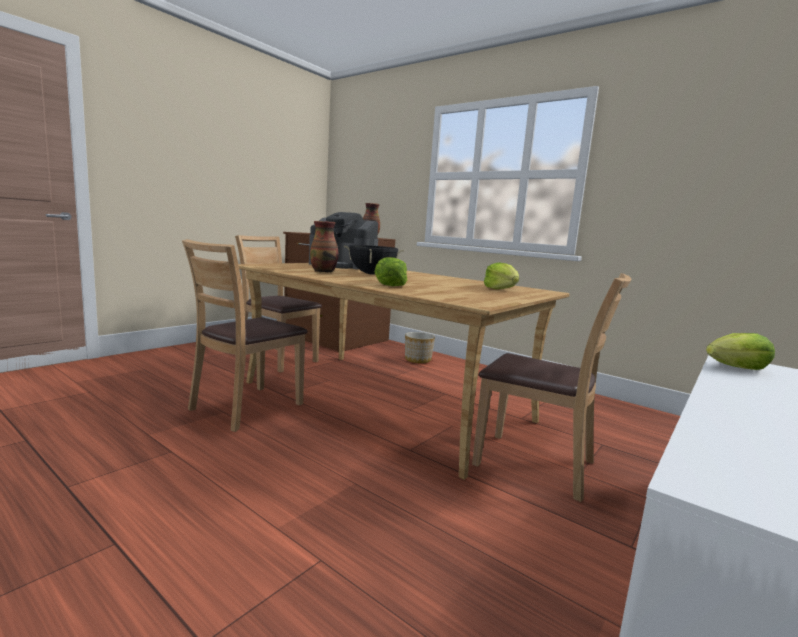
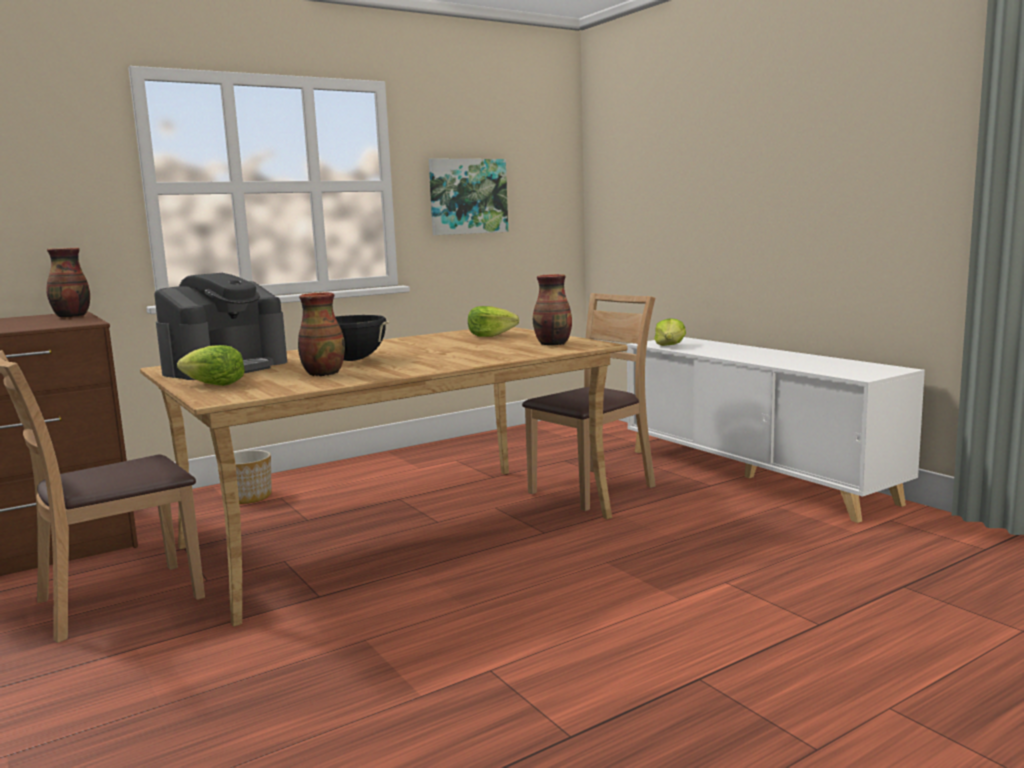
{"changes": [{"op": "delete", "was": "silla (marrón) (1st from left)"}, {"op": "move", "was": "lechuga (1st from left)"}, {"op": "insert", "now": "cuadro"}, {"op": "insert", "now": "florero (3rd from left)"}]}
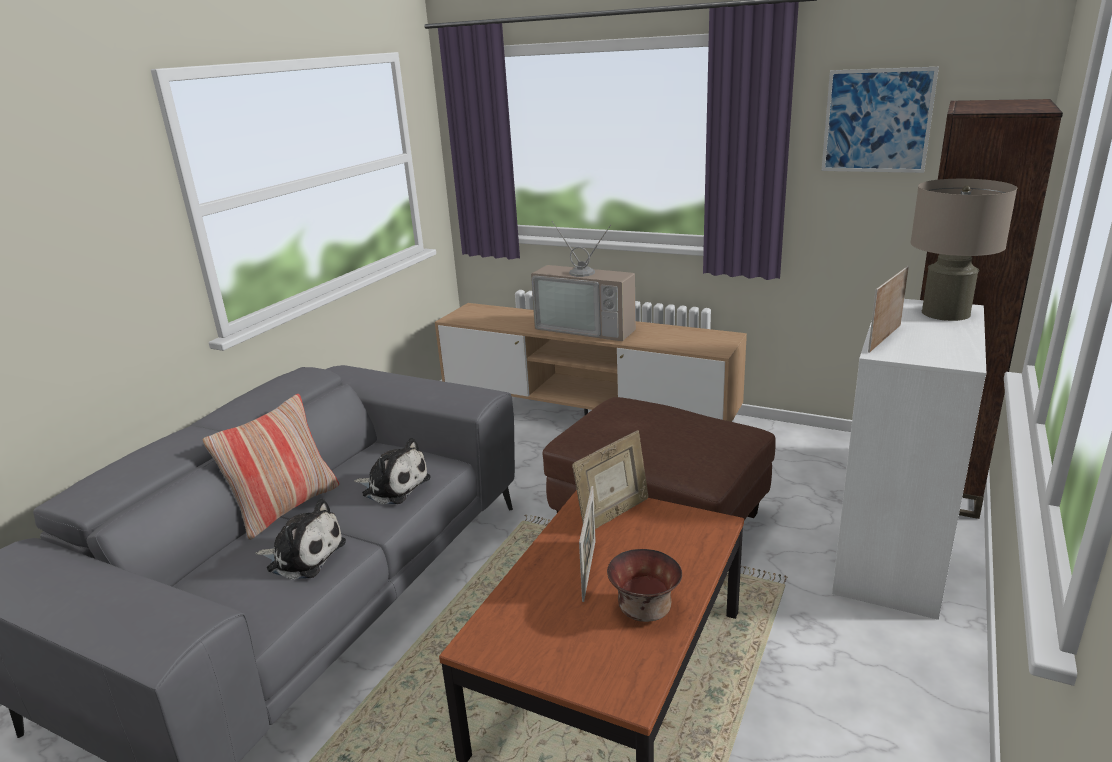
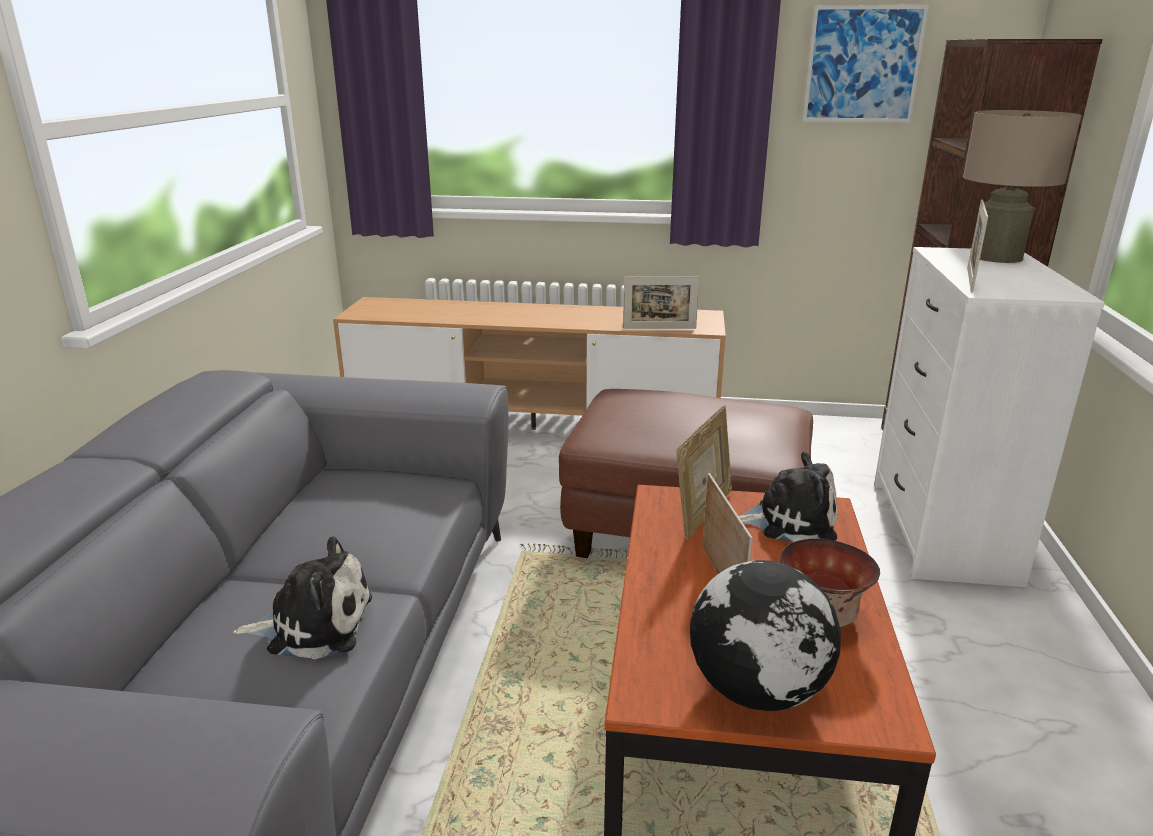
{"changes": [{"op": "delete", "was": "cojín"}, {"op": "move", "was": "peluche (2nd from left)"}, {"op": "delete", "was": "televisor"}, {"op": "insert", "now": "portarretratos (1st from left)"}, {"op": "insert", "now": "globo terráqueo"}]}
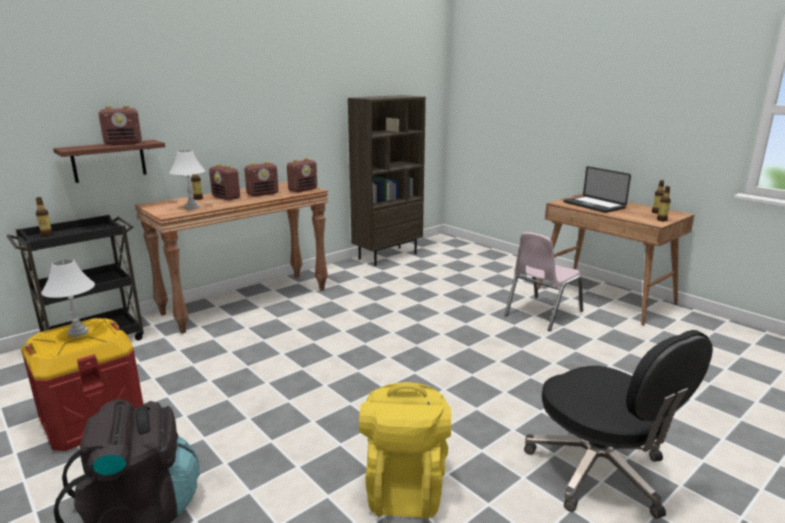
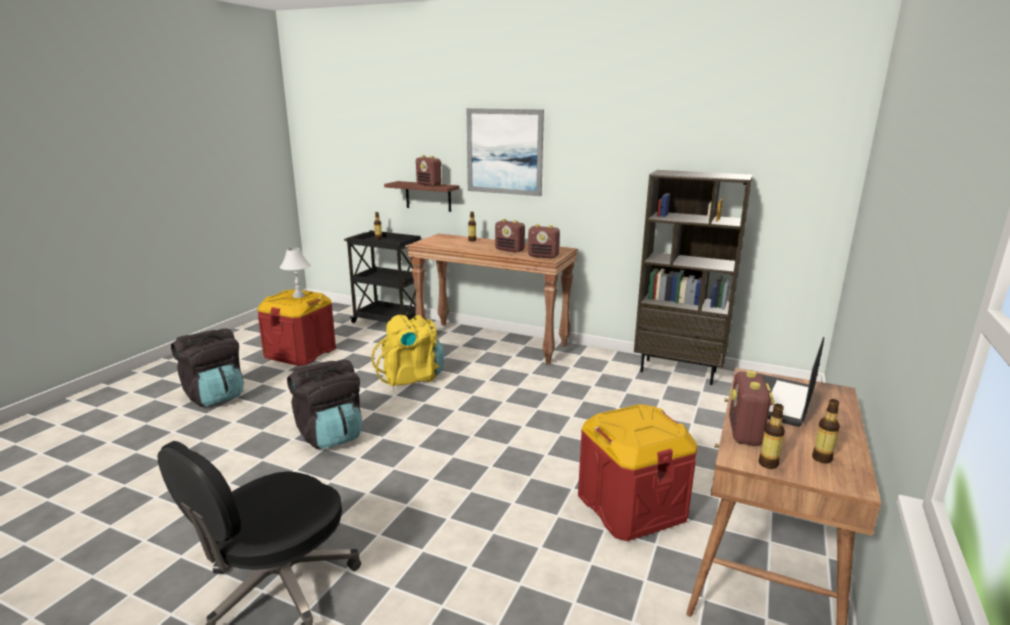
{"changes": [{"op": "delete", "was": "lámpara de mesa (blanco) (2nd from left)"}, {"op": "move", "was": "radio (2nd from left in the first image)", "now": "radio (4th from left)"}, {"op": "move", "was": "mochila (amarillo)"}, {"op": "replace", "was": "silla (rosa)", "now": "caja de almacenaje (rojo) (2nd from left)"}, {"op": "insert", "now": "mochila (negro) (2nd from left)"}, {"op": "insert", "now": "cuadro"}]}
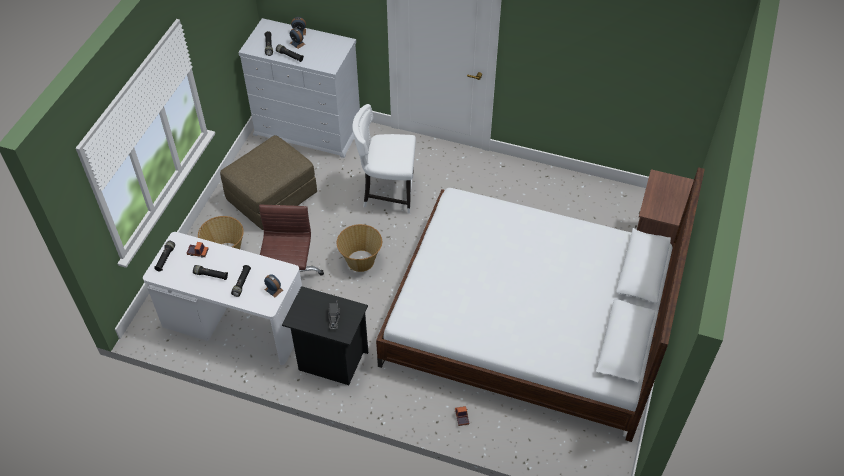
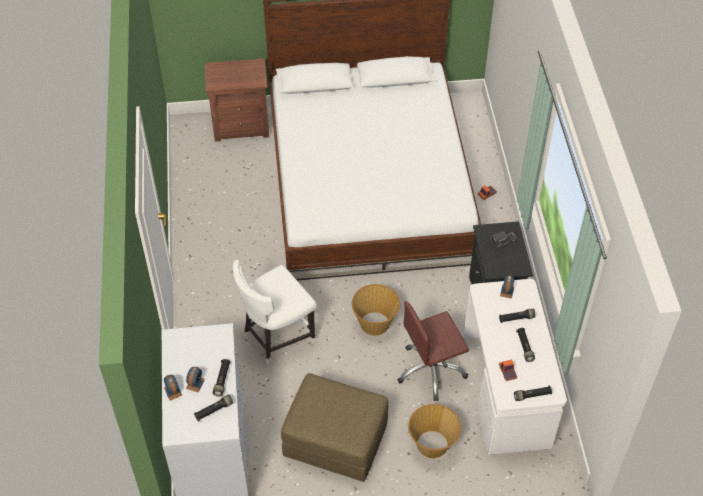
{"changes": [{"op": "rotate", "was": "silla (blanco)", "clockwise": 75}]}
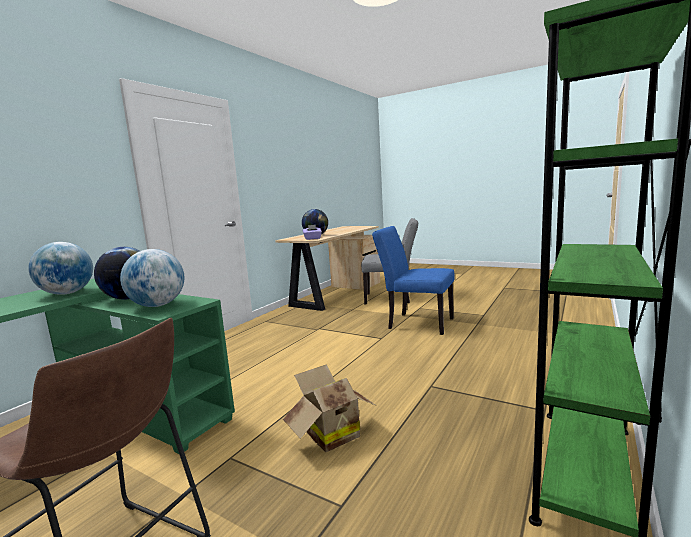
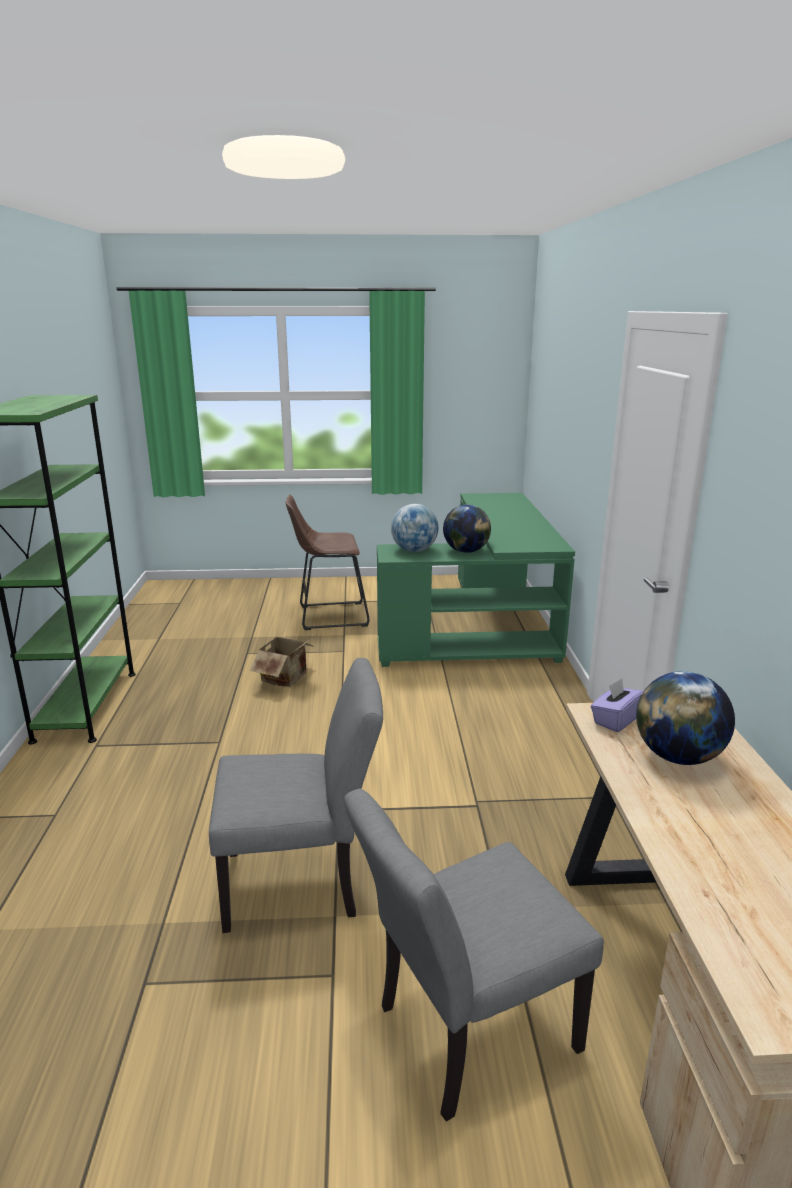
{"changes": [{"op": "delete", "was": "globo terráqueo (1st from left)"}, {"op": "recolor", "was": "silla (azul)", "now": "silla (gris) (1st from left)"}]}
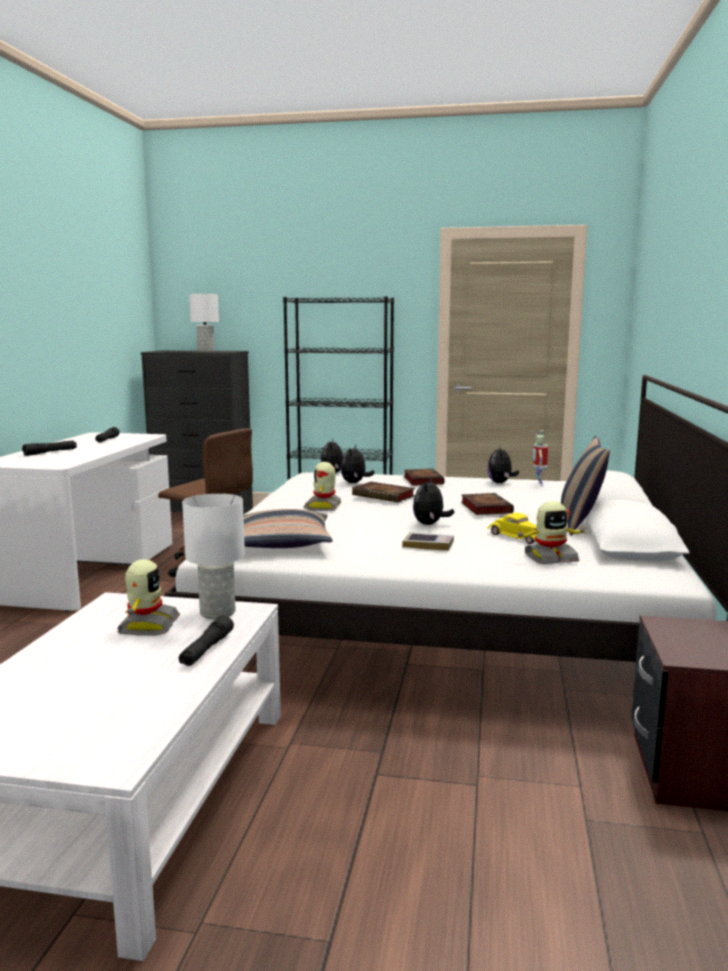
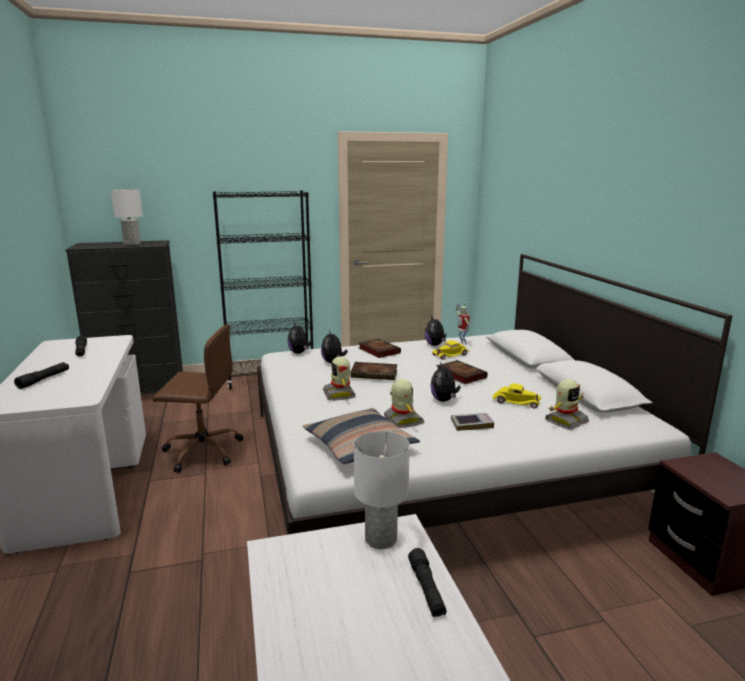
{"changes": [{"op": "move", "was": "robot de juguete (1st from left in the first image)", "now": "robot de juguete (2nd from left)"}, {"op": "delete", "was": "cojín (2nd from left)"}, {"op": "insert", "now": "coche de juguete (amarillo) (1st from left)"}]}
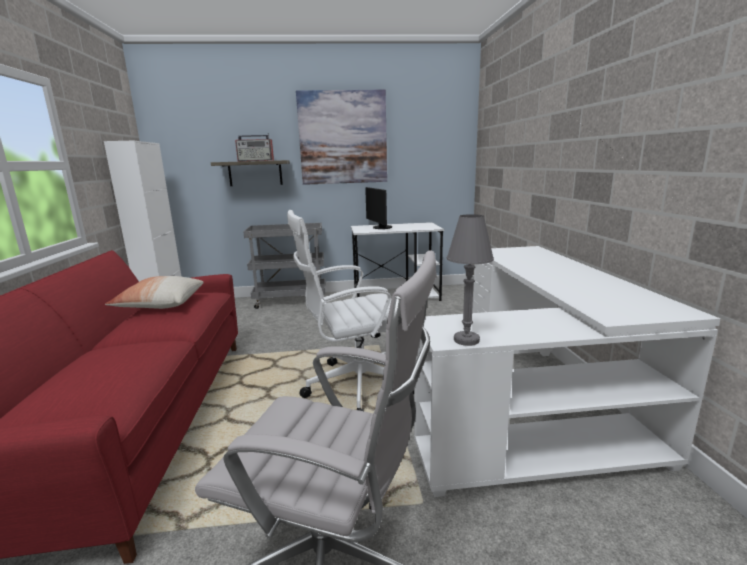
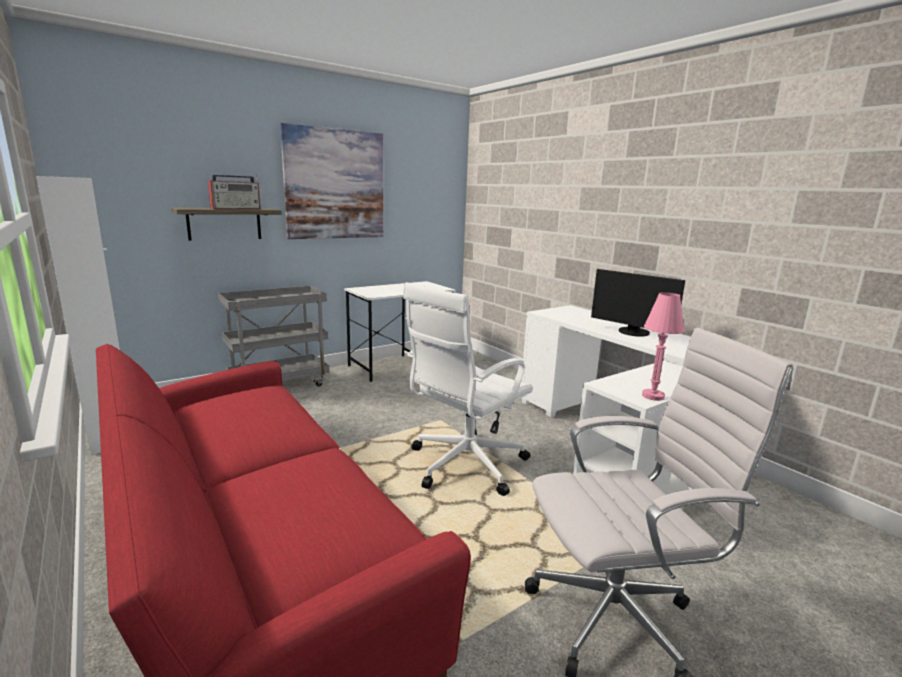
{"changes": [{"op": "delete", "was": "cojín"}, {"op": "move", "was": "monitor"}, {"op": "recolor", "was": "lámpara de mesa (gris)", "now": "lámpara de mesa (rosa)"}]}
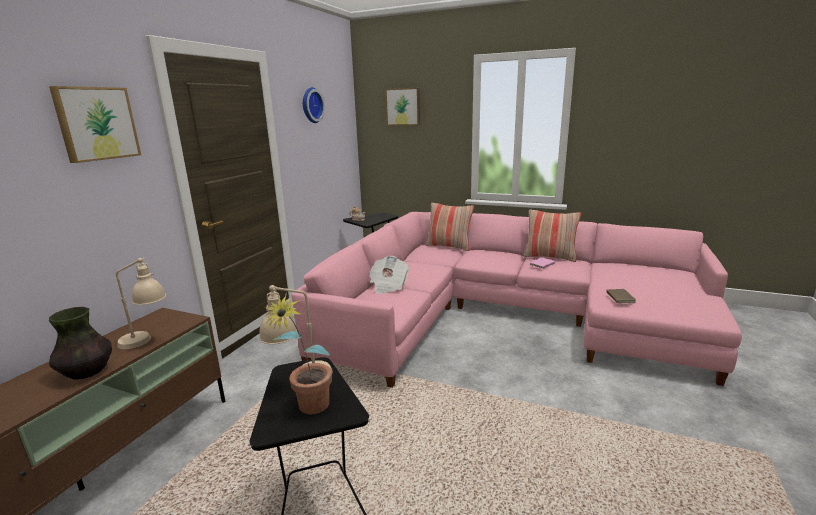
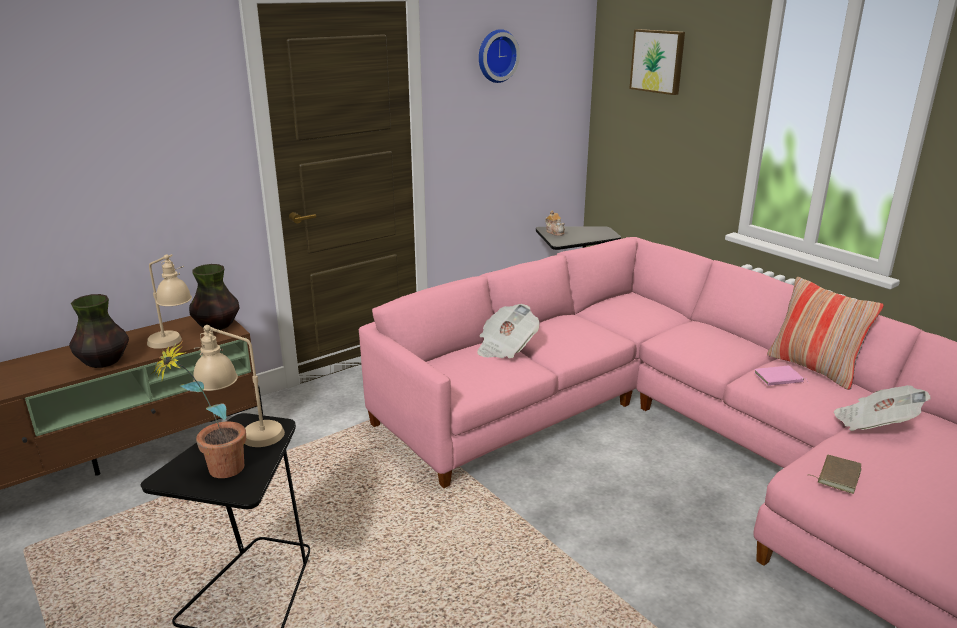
{"changes": [{"op": "delete", "was": "cuadro (1st from left)"}, {"op": "delete", "was": "cojín (1st from left)"}, {"op": "insert", "now": "florero (2nd from left)"}, {"op": "insert", "now": "periódico (2nd from left)"}]}
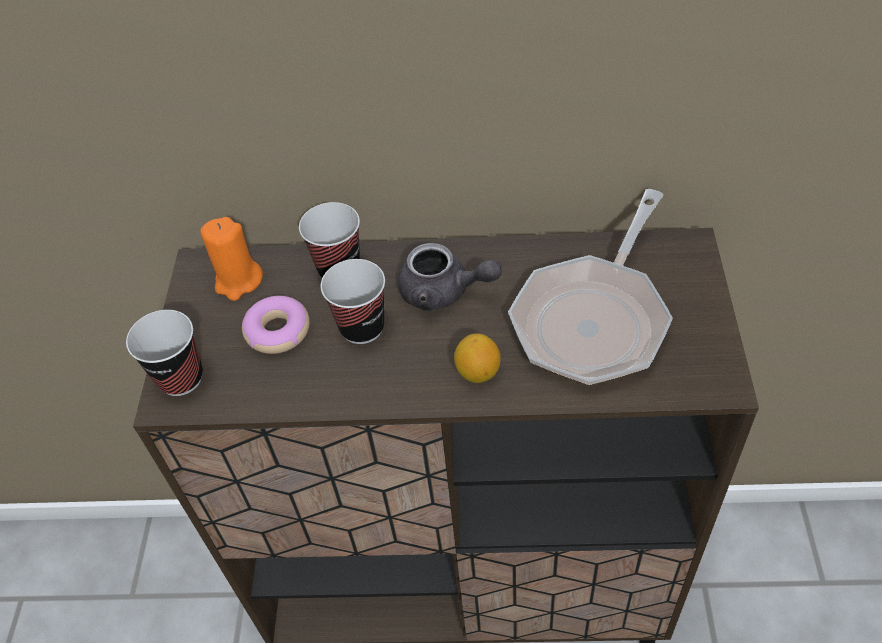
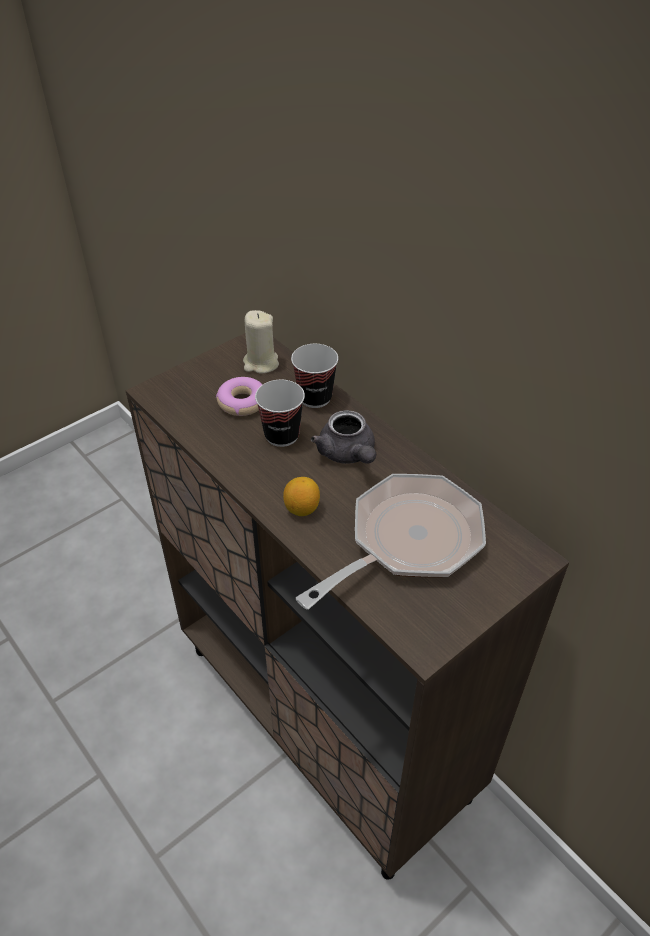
{"changes": [{"op": "delete", "was": "taza (1st from left)"}, {"op": "recolor", "was": "vela (naranja)", "now": "vela (beis)"}, {"op": "rotate", "was": "sartén", "clockwise": 150}]}
